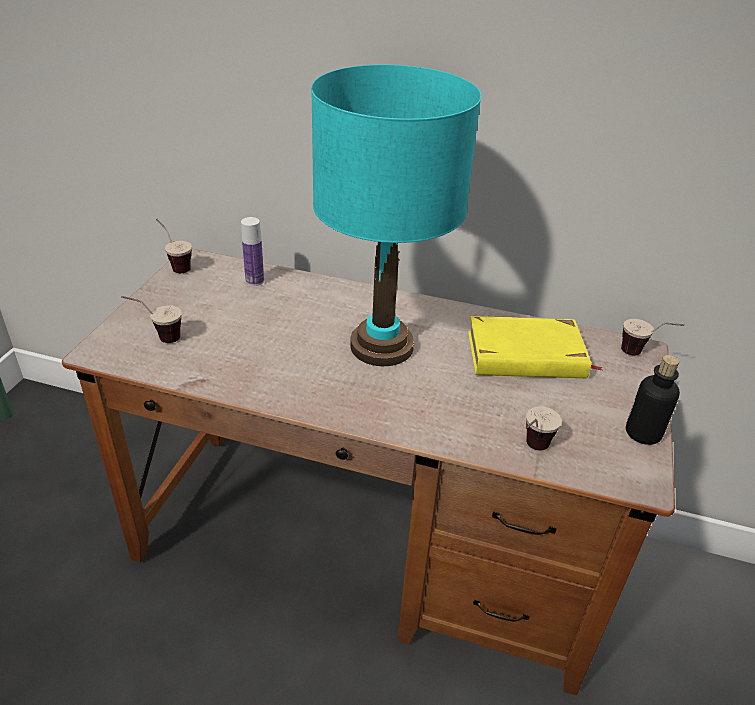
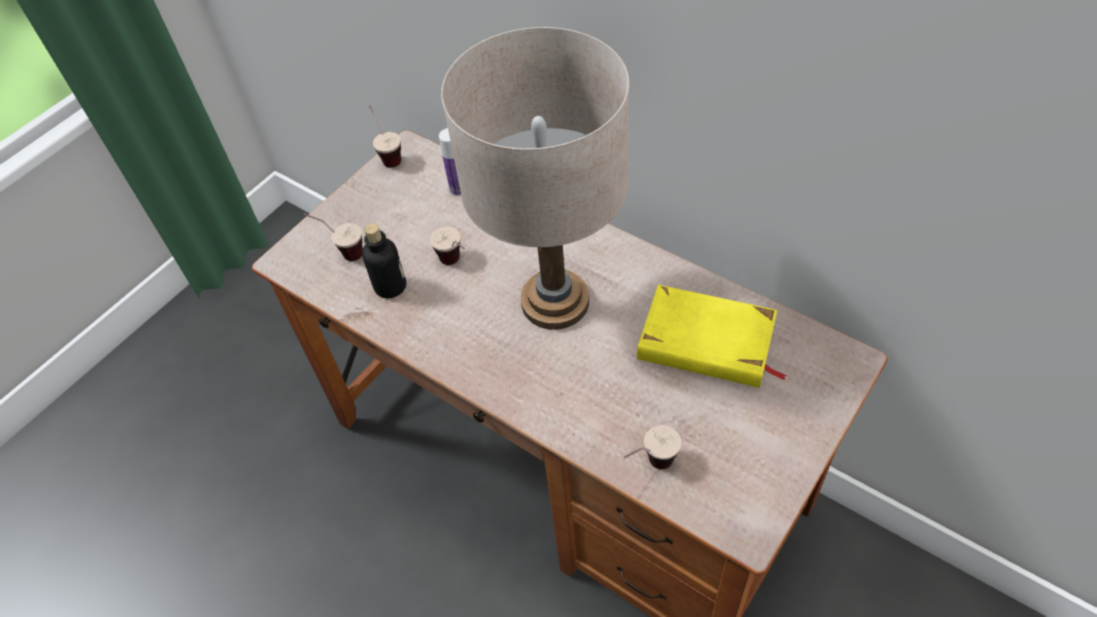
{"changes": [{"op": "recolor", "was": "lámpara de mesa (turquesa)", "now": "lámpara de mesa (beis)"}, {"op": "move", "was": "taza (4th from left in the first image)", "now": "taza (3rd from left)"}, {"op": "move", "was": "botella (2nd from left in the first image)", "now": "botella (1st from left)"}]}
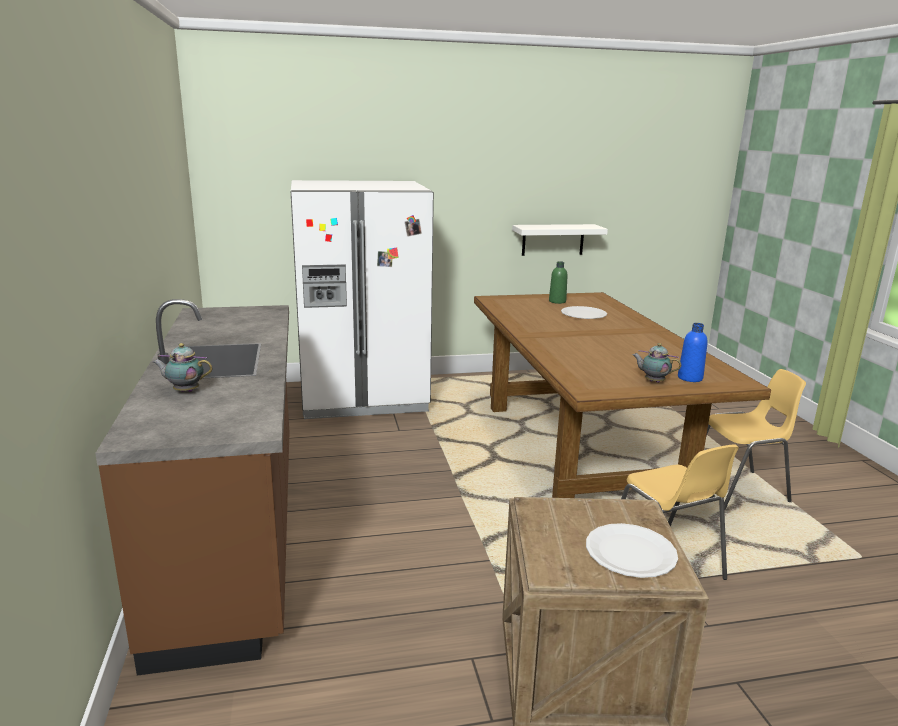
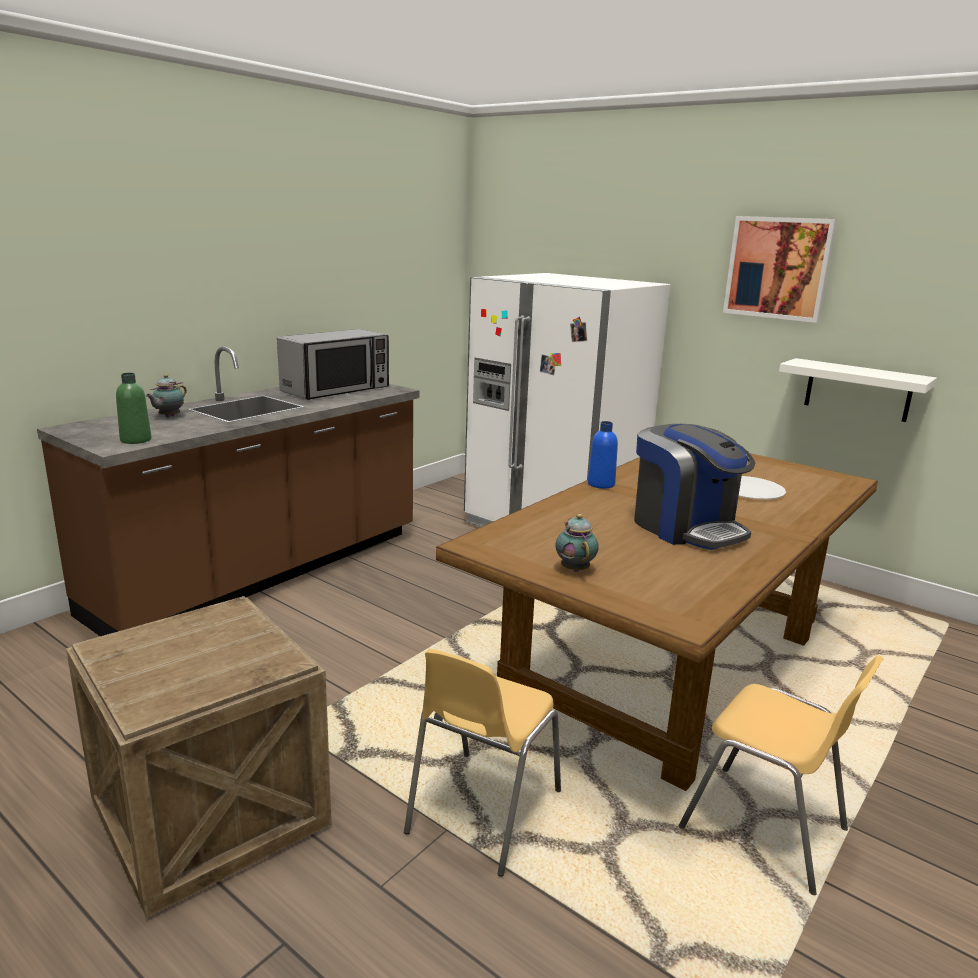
{"changes": [{"op": "rotate", "was": "tetera (1st from left)", "clockwise": -120}, {"op": "move", "was": "botella (verde)"}, {"op": "delete", "was": "plato (blanco) (2nd from left)"}, {"op": "move", "was": "botella (azul)"}, {"op": "insert", "now": "microondas"}, {"op": "insert", "now": "cafetera"}, {"op": "insert", "now": "cuadro"}]}
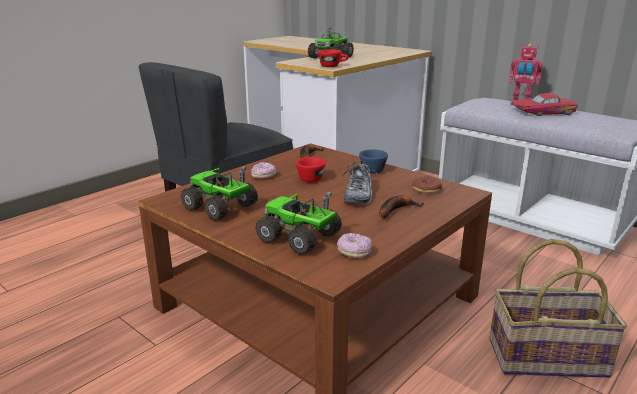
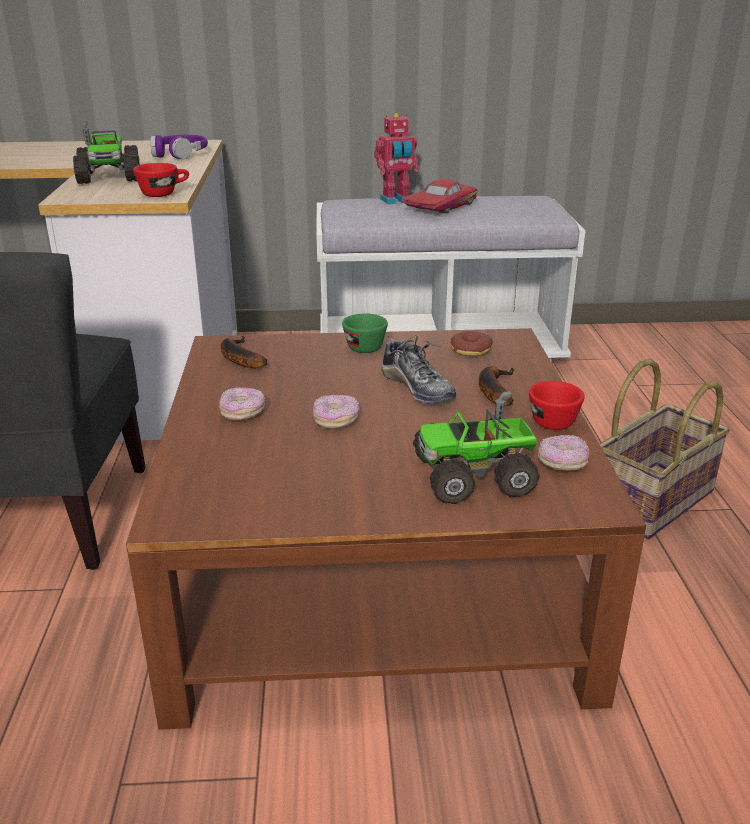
{"changes": [{"op": "delete", "was": "camión de juguete (1st from left)"}, {"op": "move", "was": "taza (rojo) (1st from left in the first image)", "now": "taza (rojo) (2nd from left)"}, {"op": "recolor", "was": "taza (azul)", "now": "taza (verde)"}, {"op": "insert", "now": "auriculares (morado)"}, {"op": "insert", "now": "rosquilla (2nd from left)"}]}
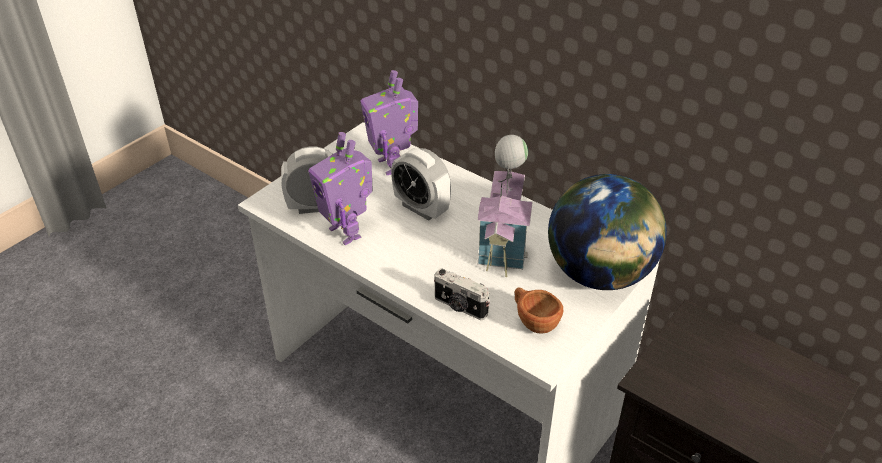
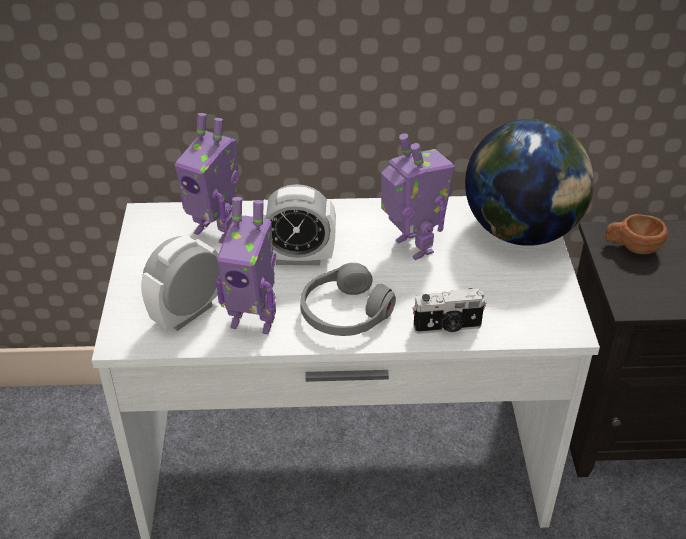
{"changes": [{"op": "replace", "was": "casita", "now": "robot de juguete (3rd from left)"}, {"op": "move", "was": "taza (marrón)"}, {"op": "insert", "now": "auriculares (gris)"}]}
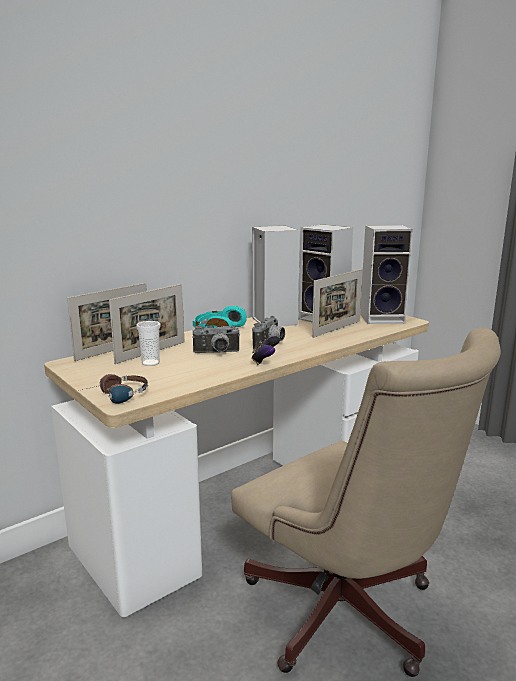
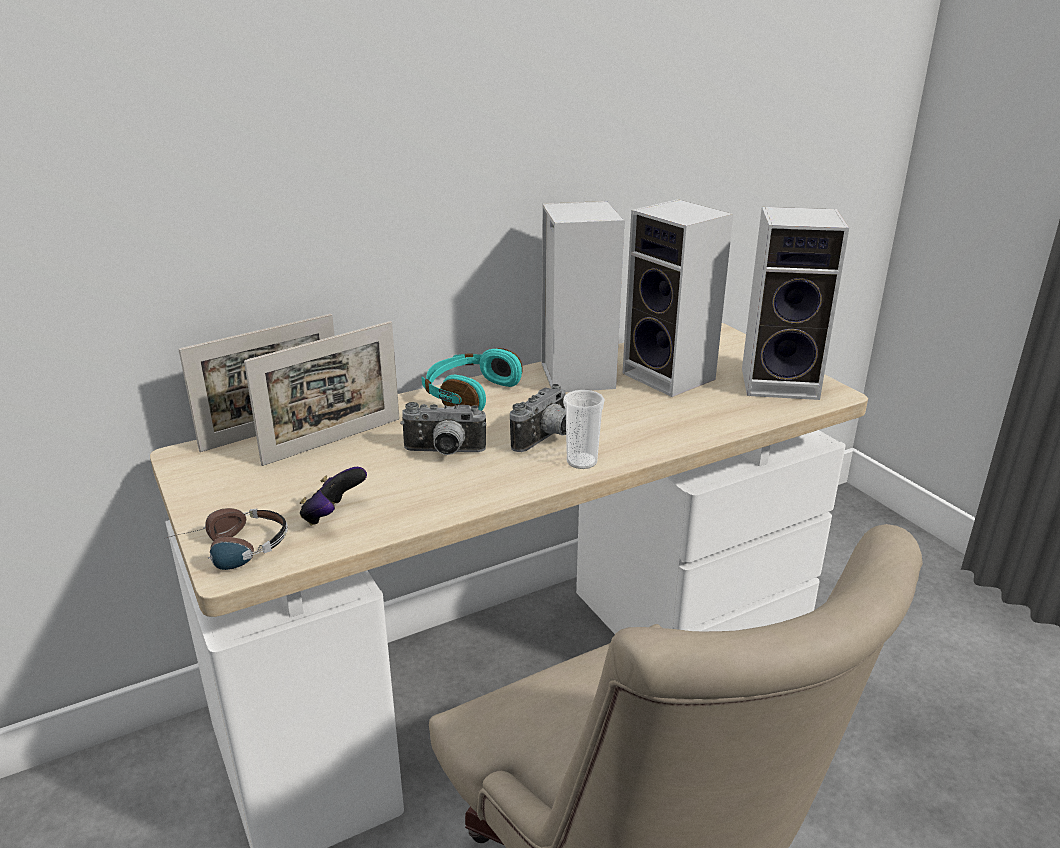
{"changes": [{"op": "move", "was": "taza"}, {"op": "move", "was": "mando de consola"}, {"op": "delete", "was": "portarretratos (3rd from left)"}]}
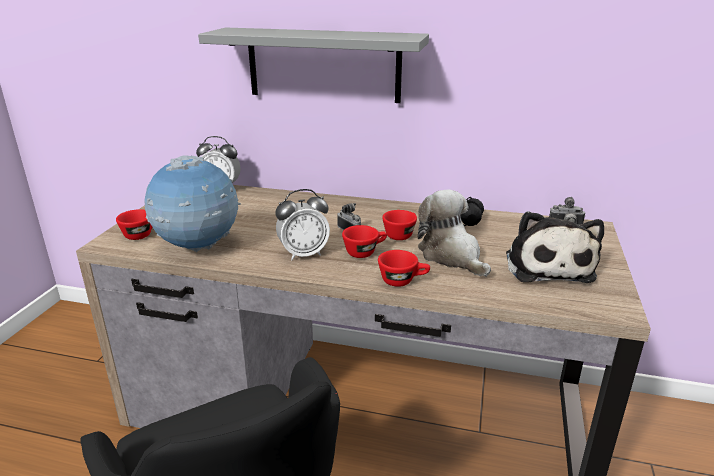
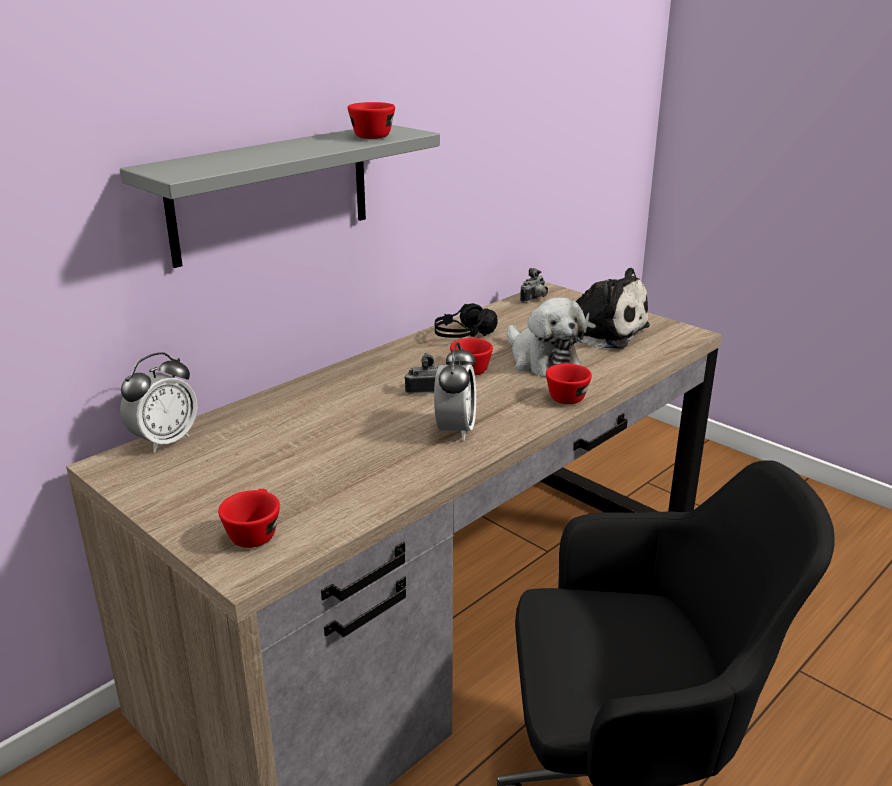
{"changes": [{"op": "delete", "was": "globo terráqueo"}, {"op": "move", "was": "taza (rojo) (2nd from left)"}, {"op": "rotate", "was": "peluche (1st from left)", "clockwise": -120}]}
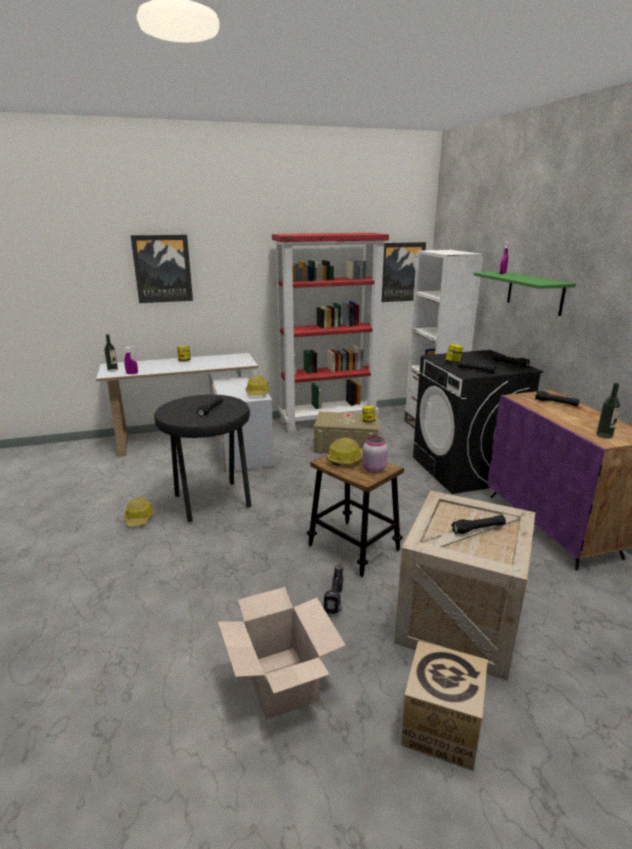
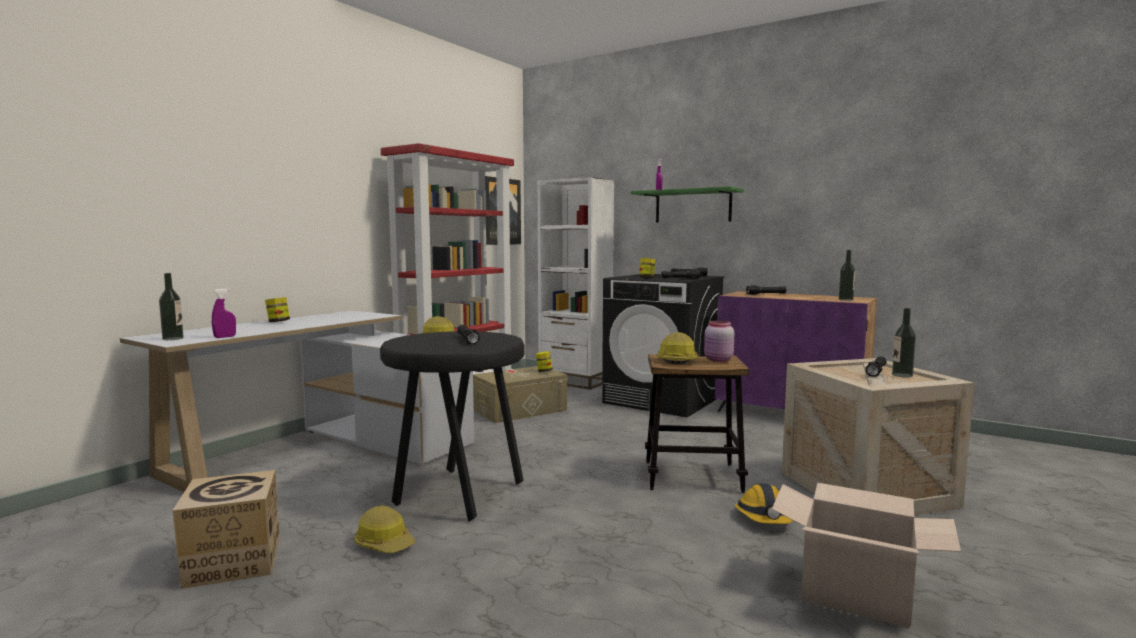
{"changes": [{"op": "delete", "was": "cuadro (1st from left)"}, {"op": "replace", "was": "taladro", "now": "casco (4th from left)"}, {"op": "move", "was": "caja de cartón (2nd from left in the first image)", "now": "caja de cartón (1st from left)"}, {"op": "insert", "now": "botella (3rd from left)"}]}
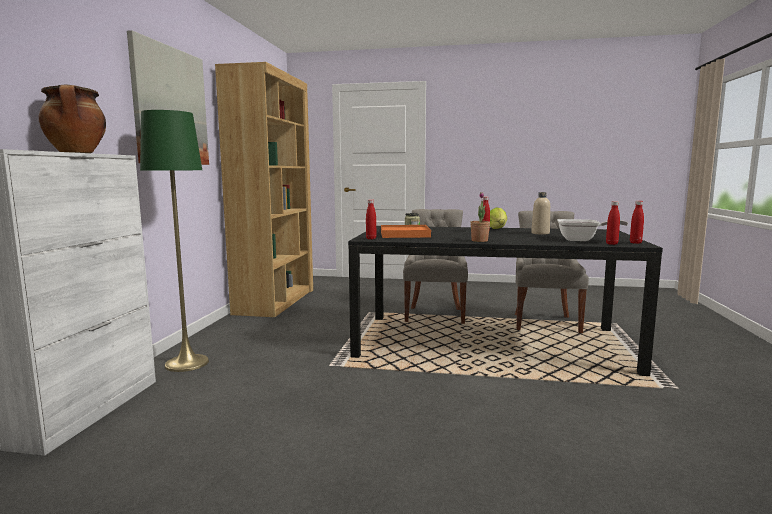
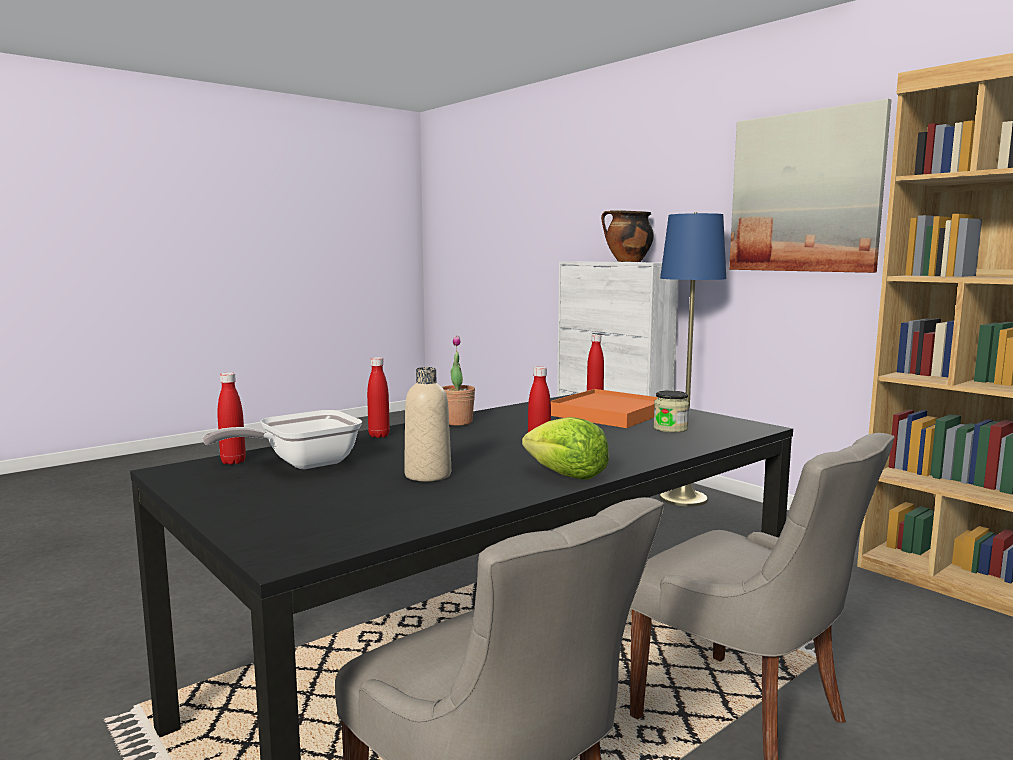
{"changes": [{"op": "recolor", "was": "lámpara de pie (verde)", "now": "lámpara de pie (azul)"}, {"op": "move", "was": "botella (rojo) (4th from left in the first image)", "now": "botella (rojo) (2nd from left)"}]}
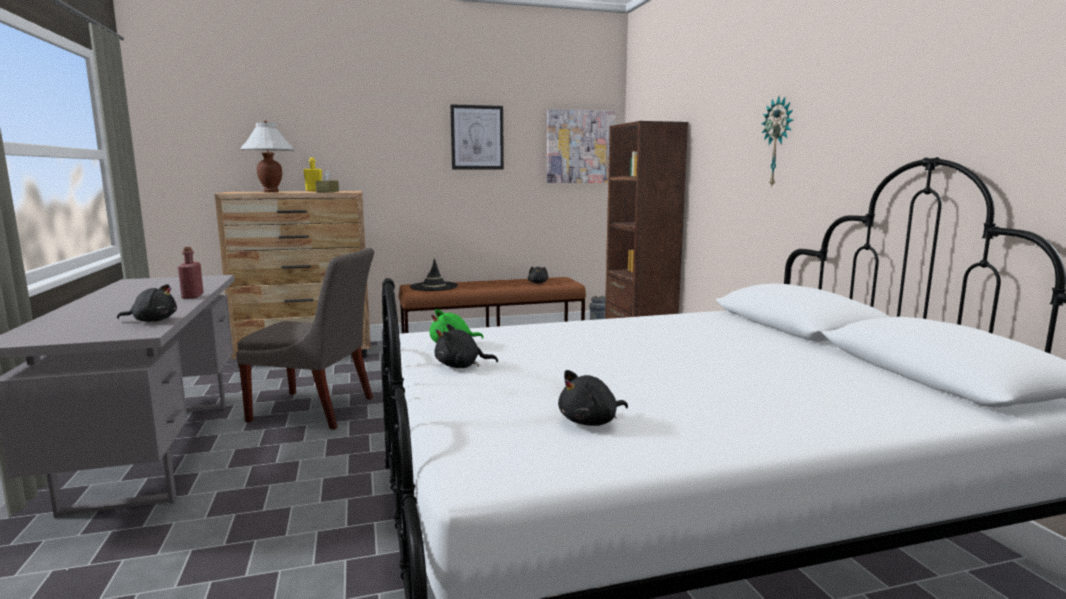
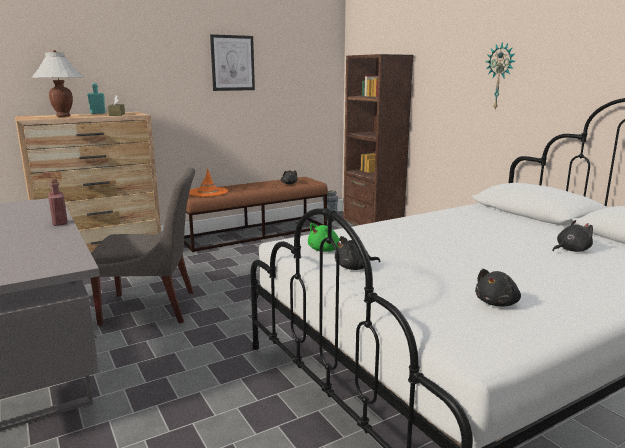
{"changes": [{"op": "move", "was": "peluche (negro) (1st from left in the first image)", "now": "peluche (negro) (4th from left)"}, {"op": "recolor", "was": "botella (amarillo)", "now": "botella (turquesa)"}, {"op": "recolor", "was": "sombrero (negro)", "now": "sombrero (naranja)"}, {"op": "delete", "was": "cuadro (2nd from left)"}]}
